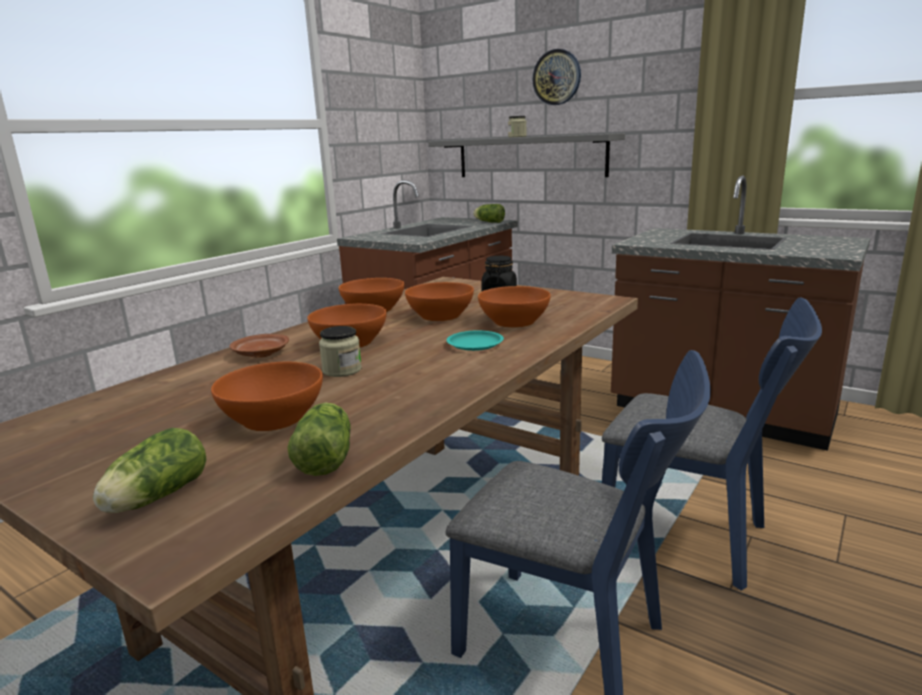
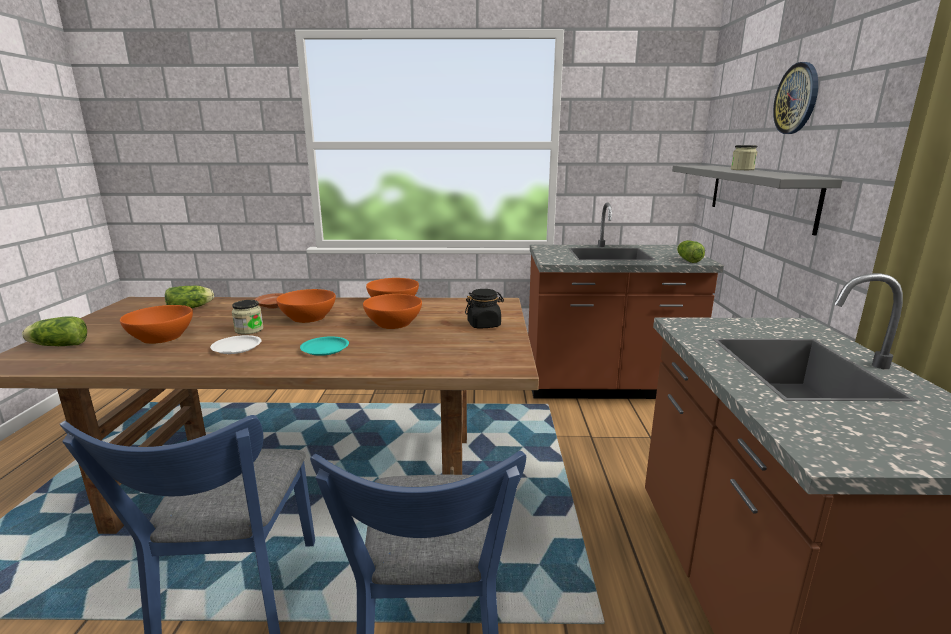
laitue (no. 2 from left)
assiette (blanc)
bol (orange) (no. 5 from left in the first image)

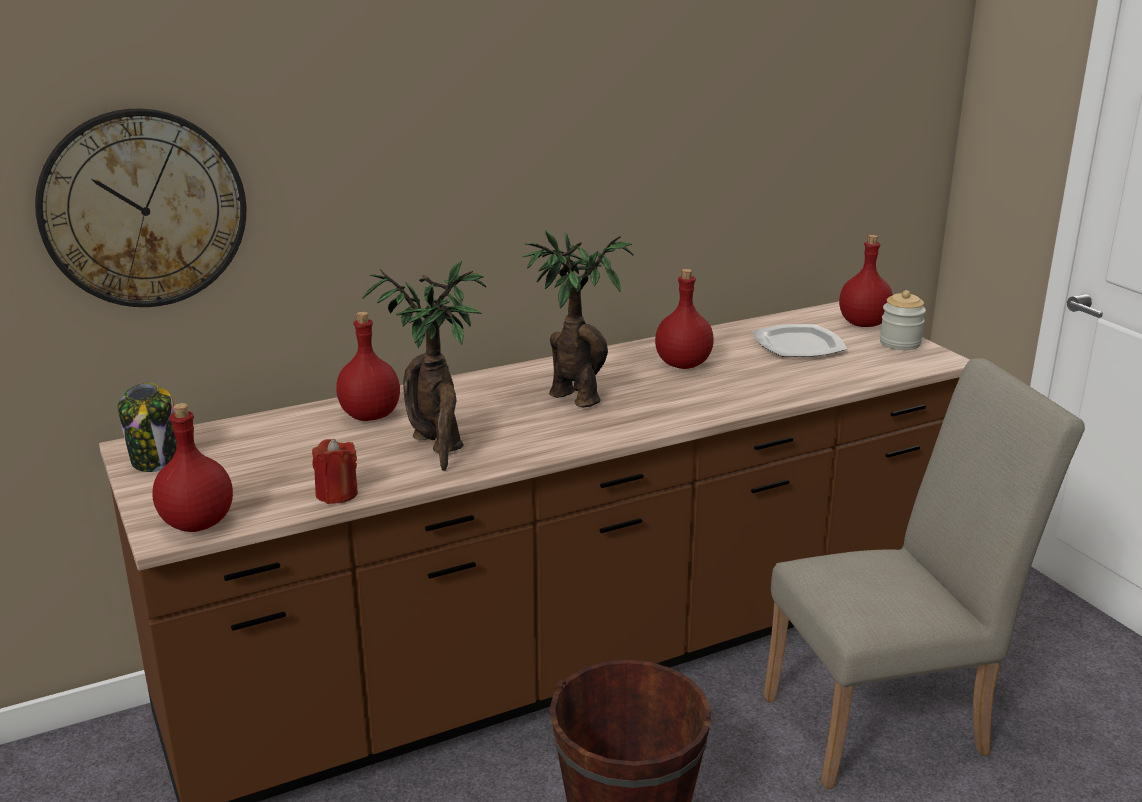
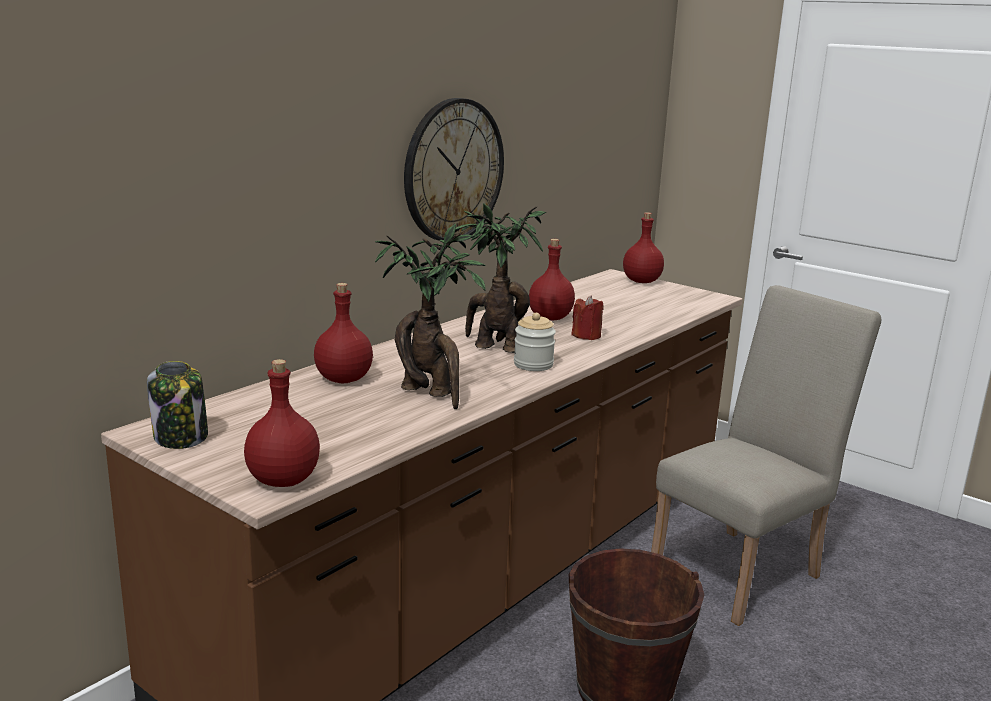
horloge murale
bocal (no. 2 from left)
bougie (rouge)
assiette

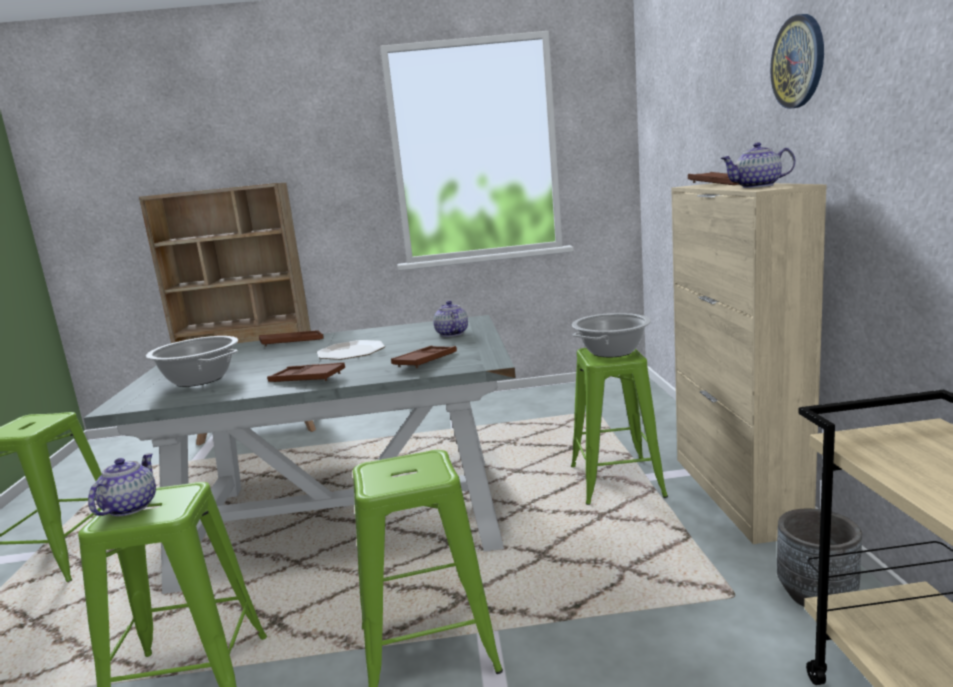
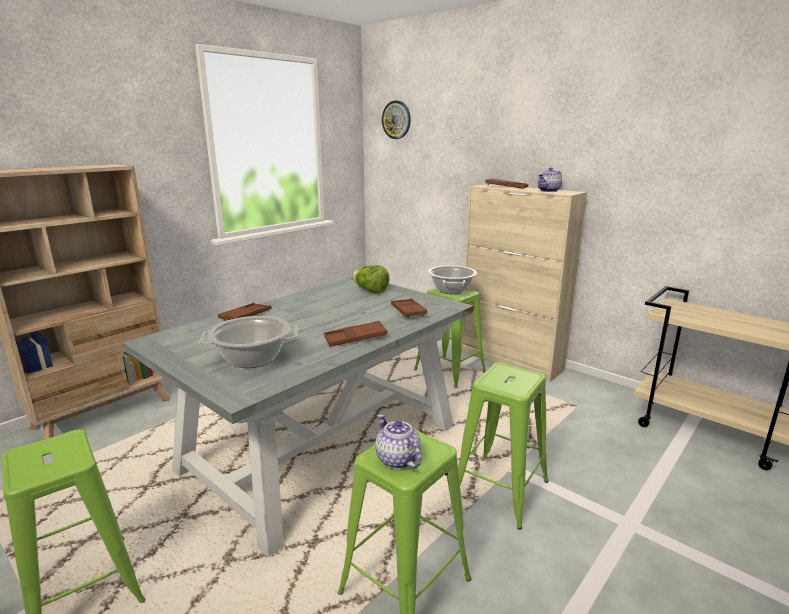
laitue
horloge murale
assiette
cache-pot (gris)

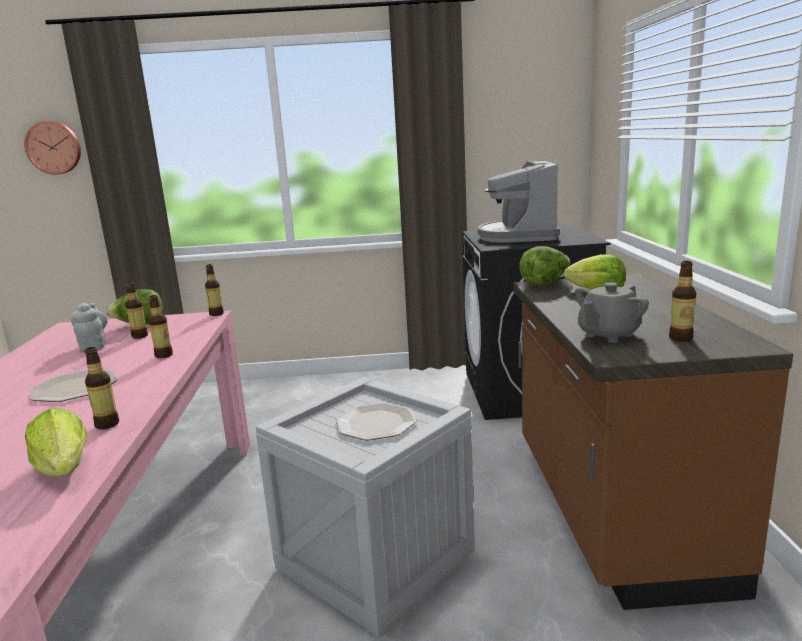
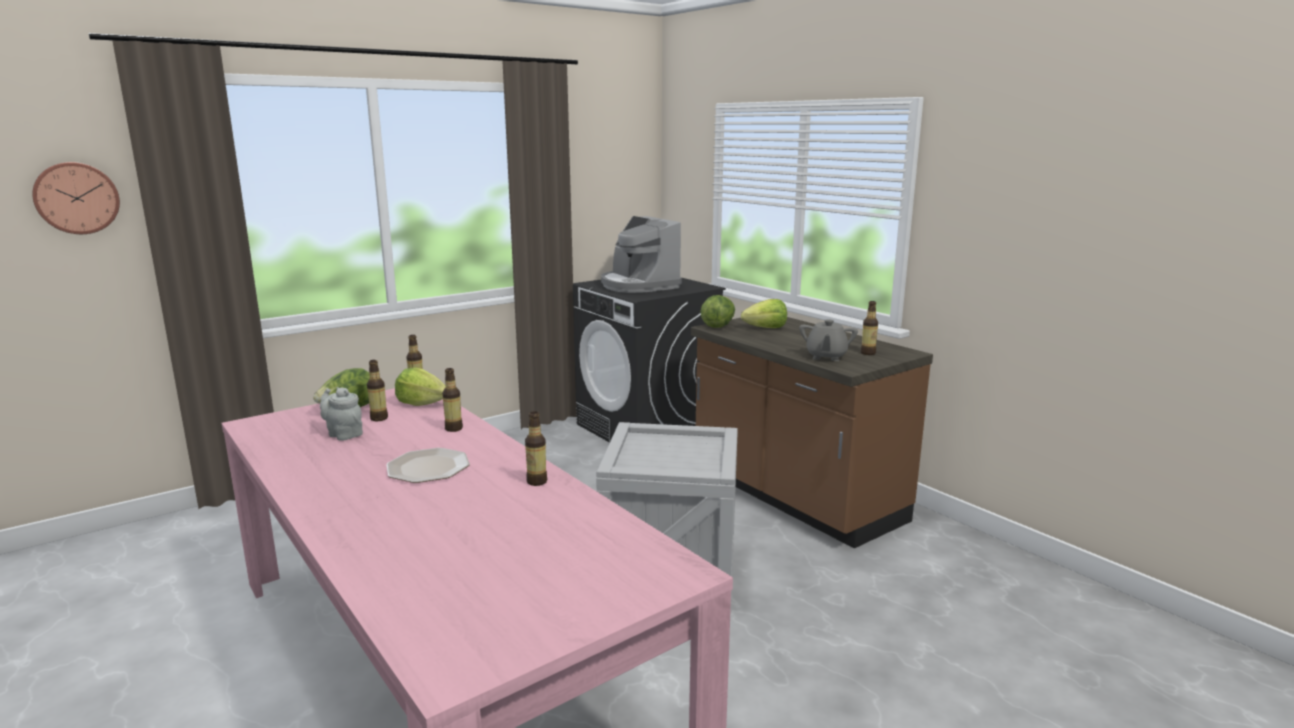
laitue (no. 2 from left)
assiette (no. 2 from left in the first image)

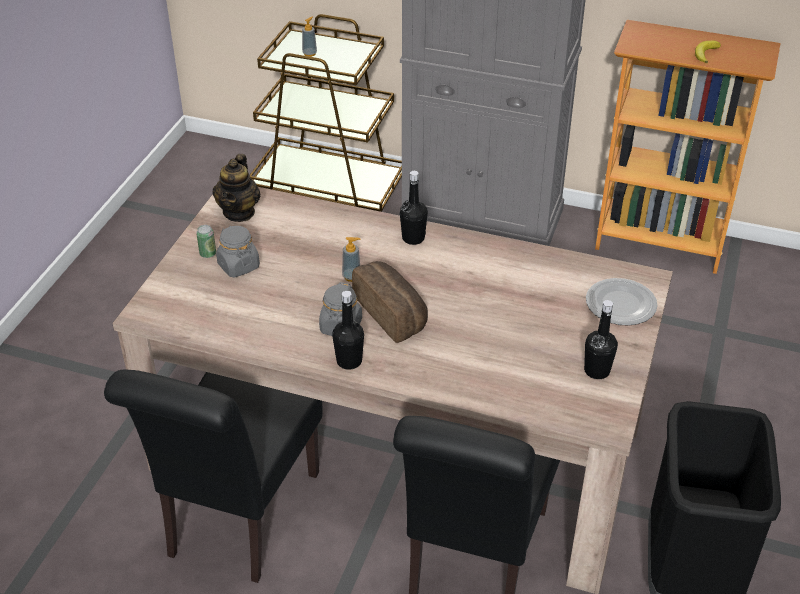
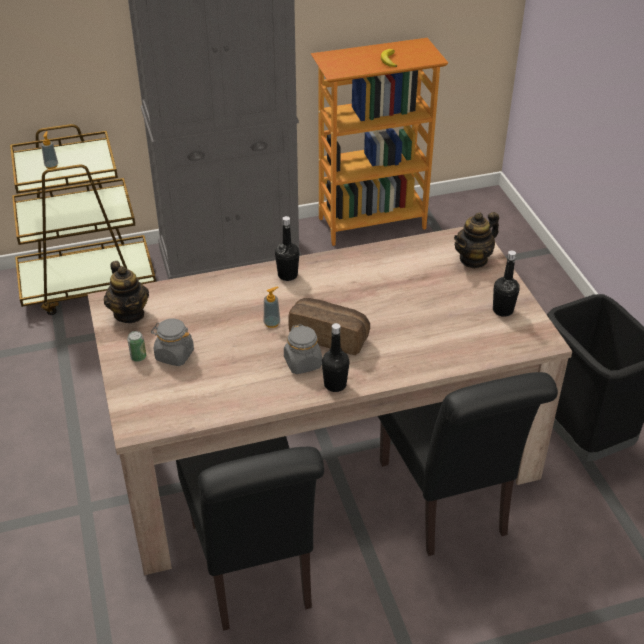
théière (no. 2 from left)

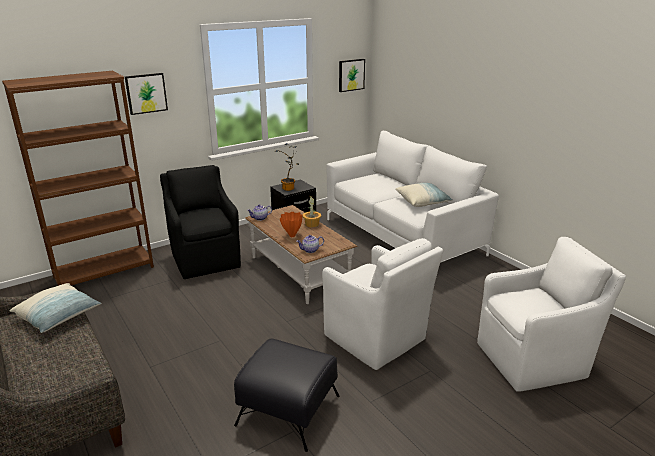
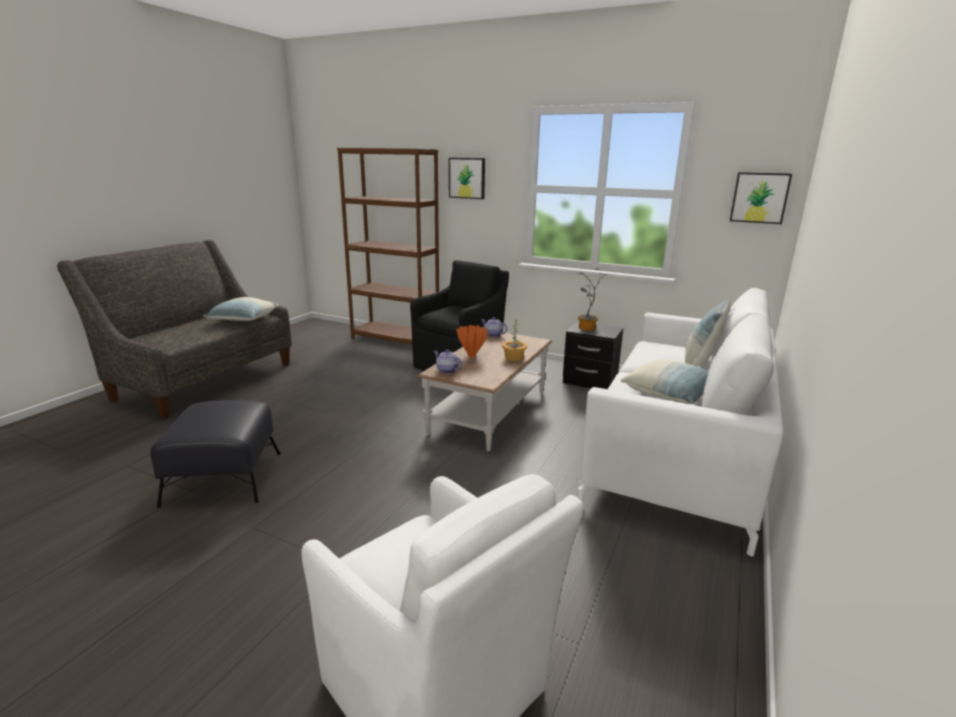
coussin (no. 3 from left)
fauteuil (blanc) (no. 1 from left in the first image)

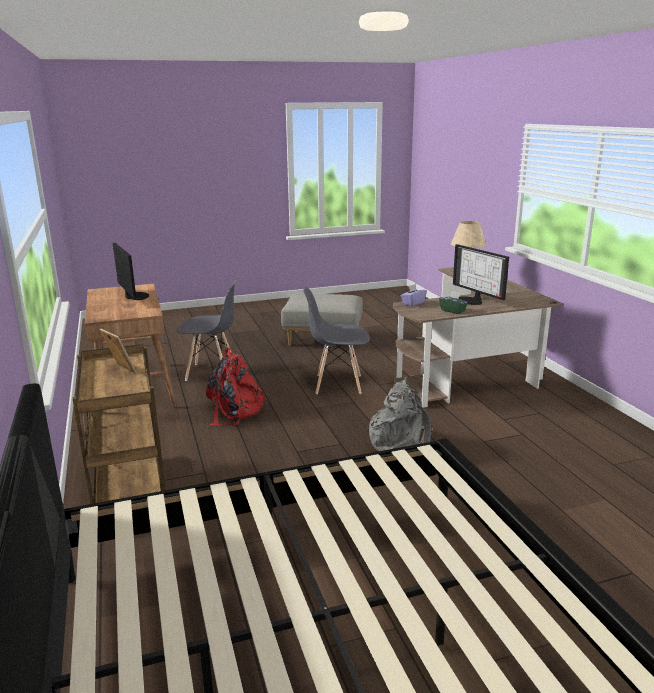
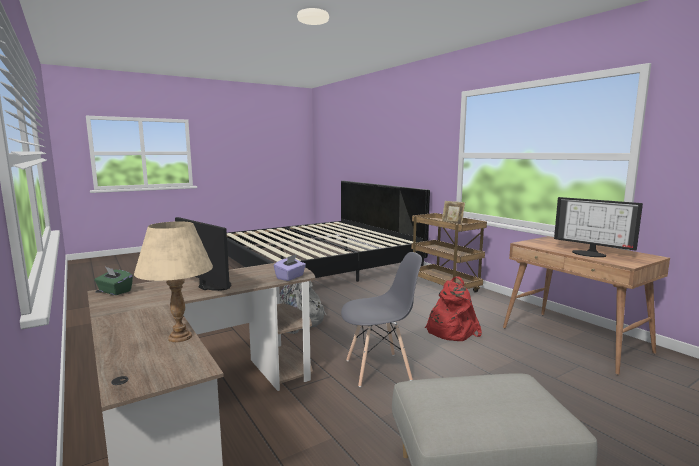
boîte à mouchoirs (vert)
chaise (gris) (no. 1 from left in the first image)

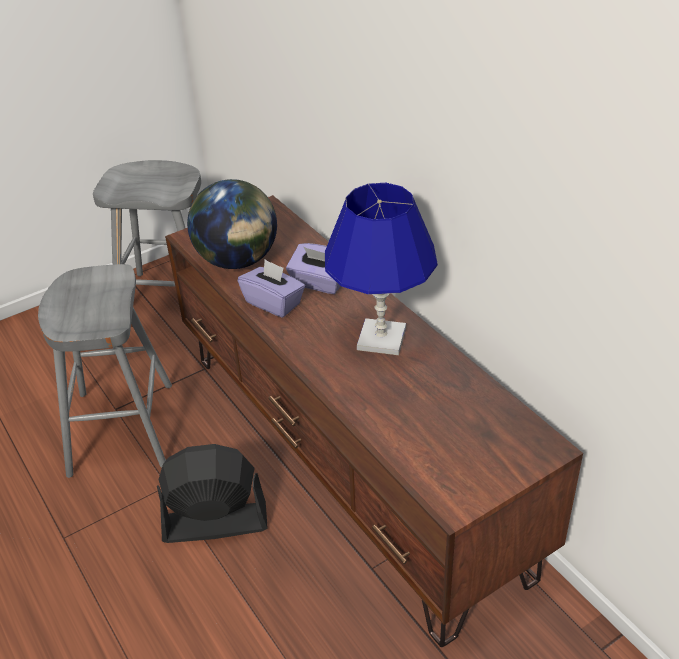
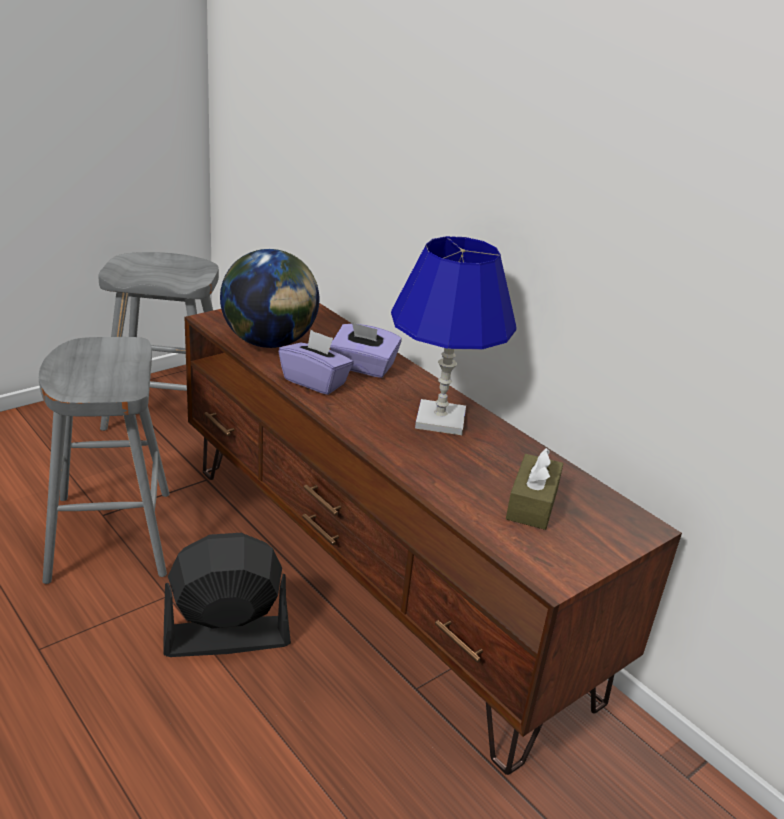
boîte à mouchoirs (marron)

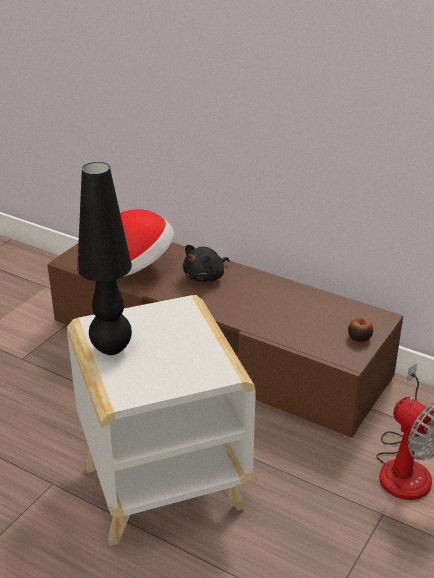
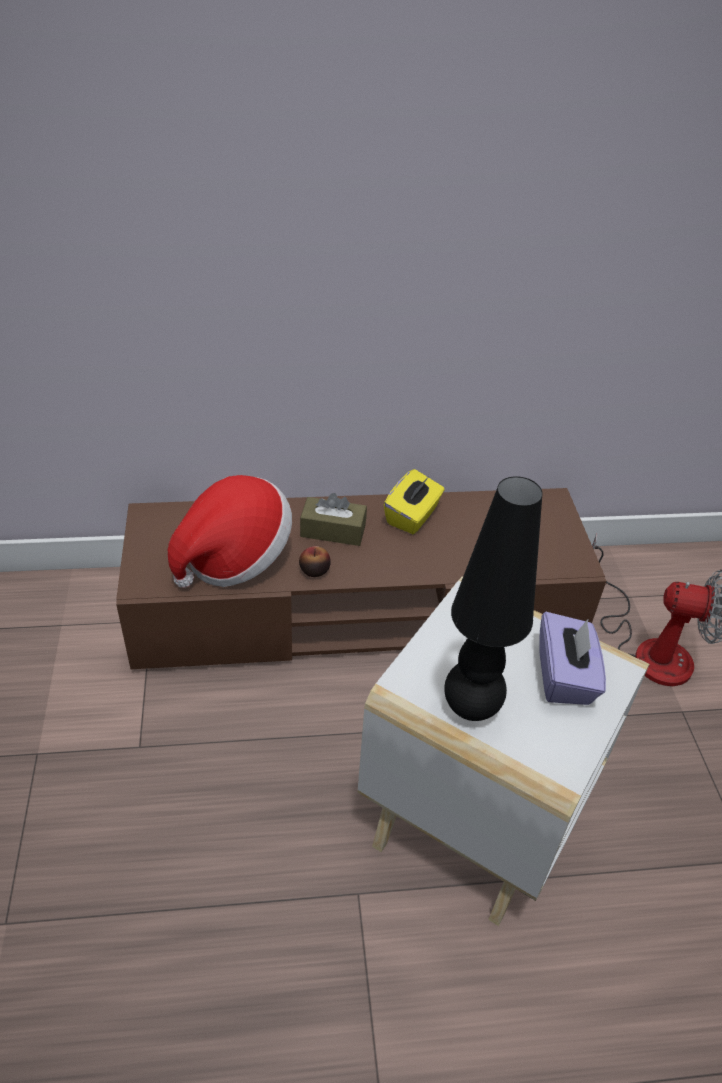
pomme
boîte à mouchoirs (marron)
boîte à mouchoirs (jaune)
boîte à mouchoirs (violet)

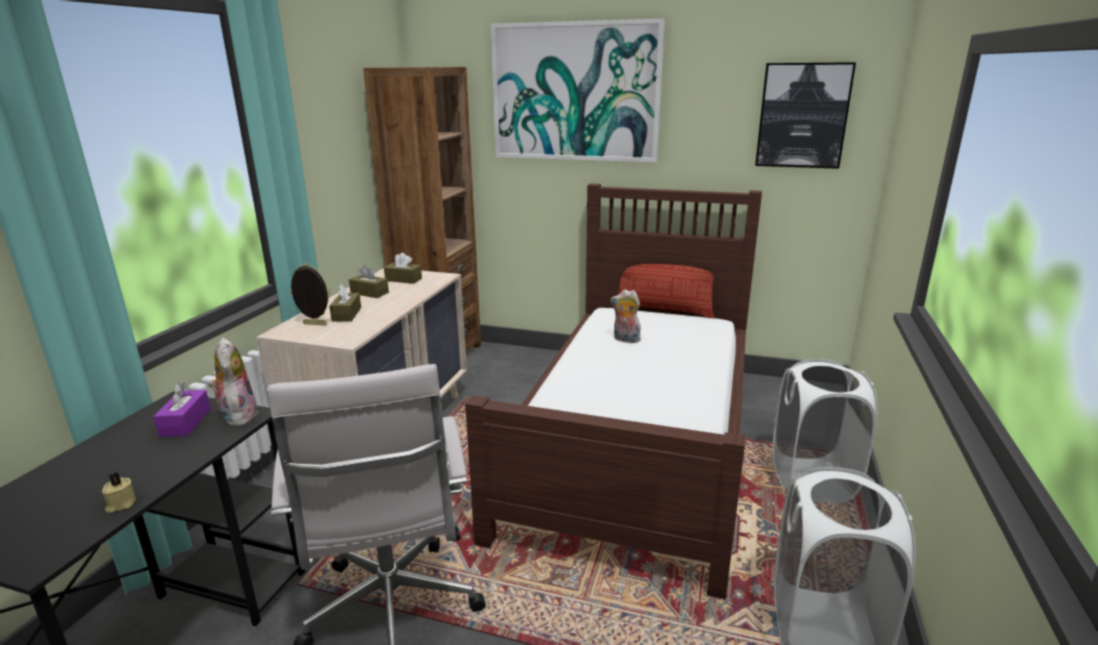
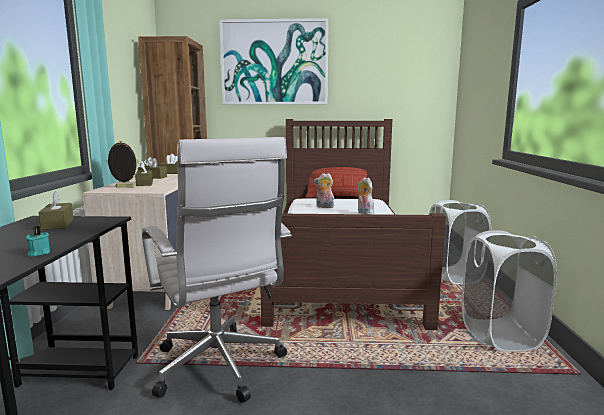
bougie (turquoise)
boîte à mouchoirs (marron) (no. 1 from left)
peluche (no. 2 from left)
tableau (no. 2 from left in the first image)

